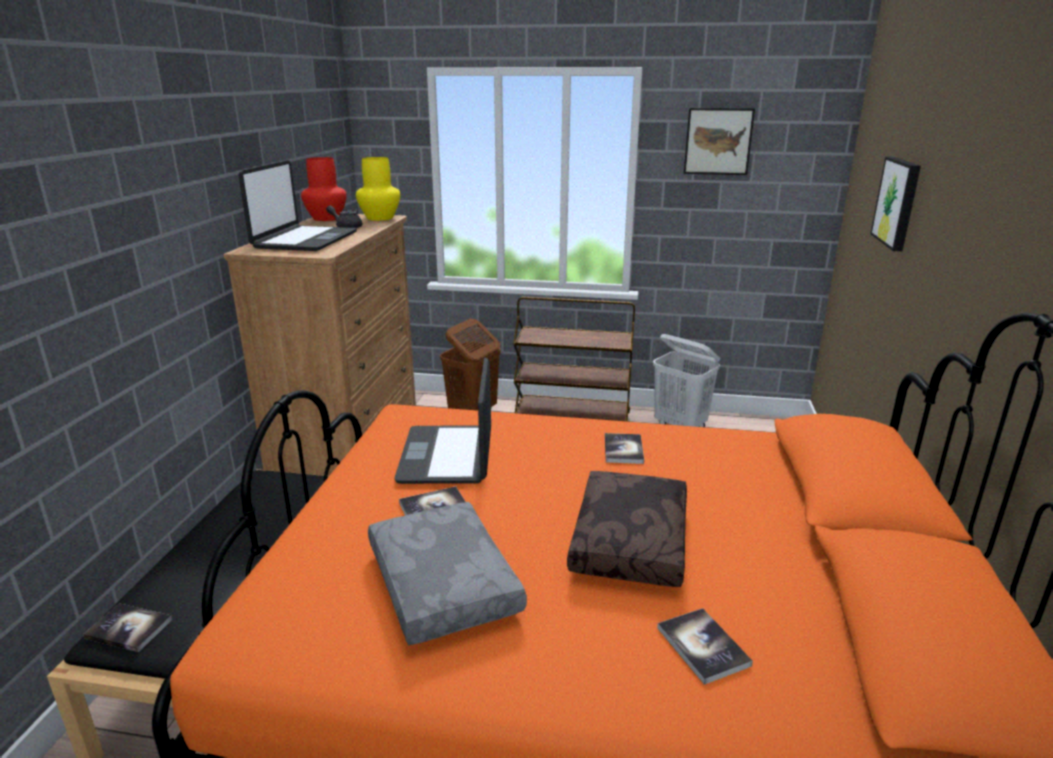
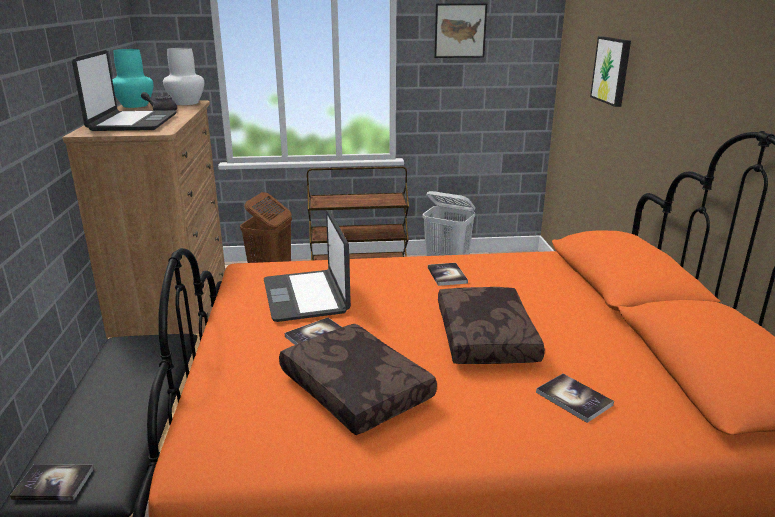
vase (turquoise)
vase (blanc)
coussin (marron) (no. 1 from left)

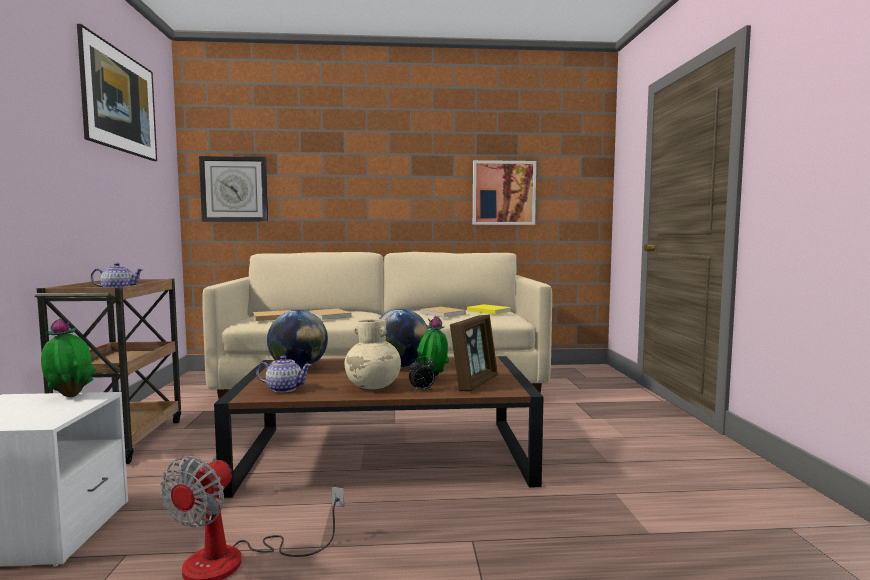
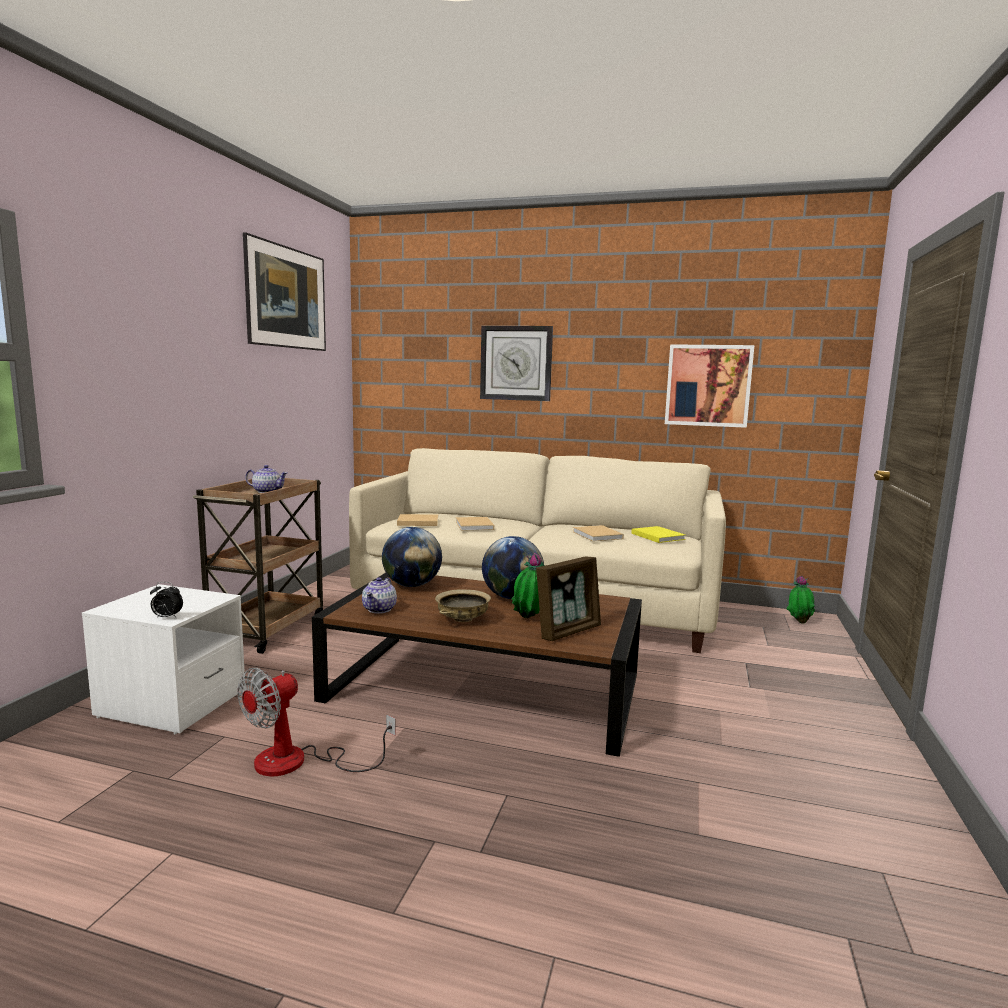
réveil
théière (no. 2 from left)
bol (beige)
horloge murale
plante en pot (no. 2 from left)

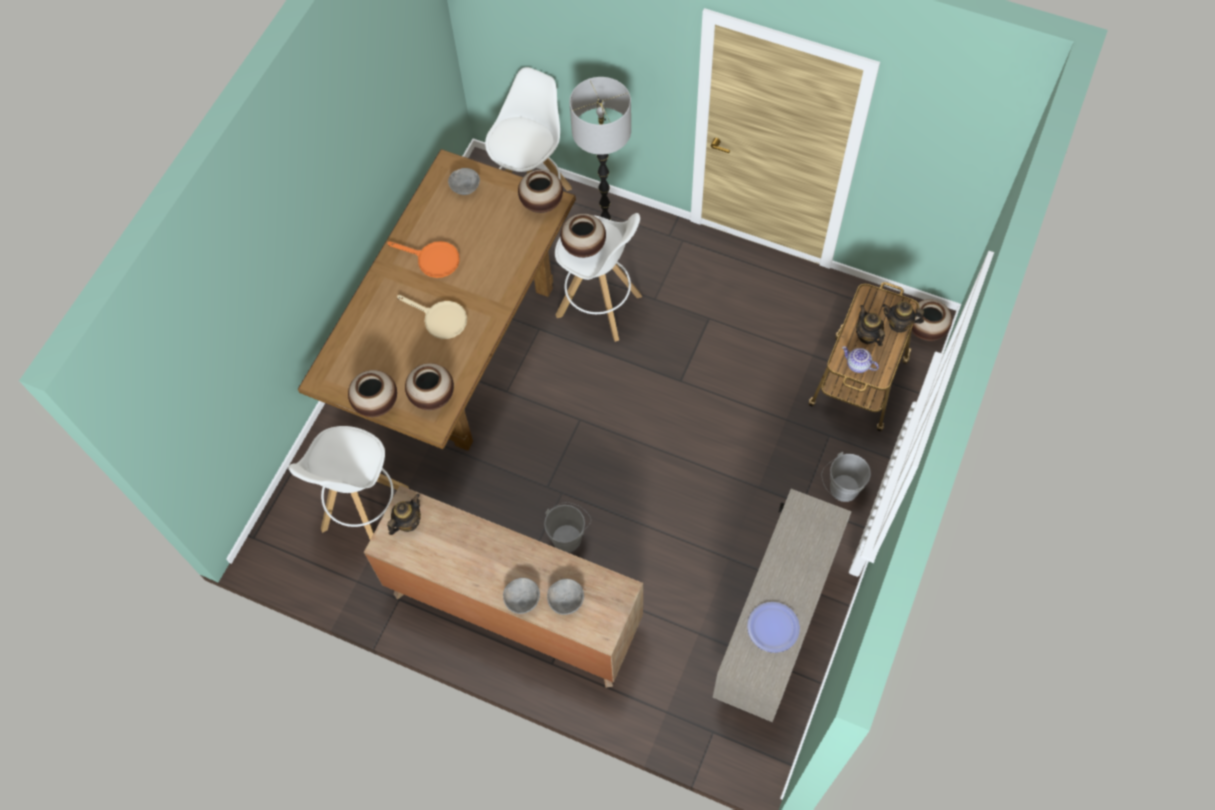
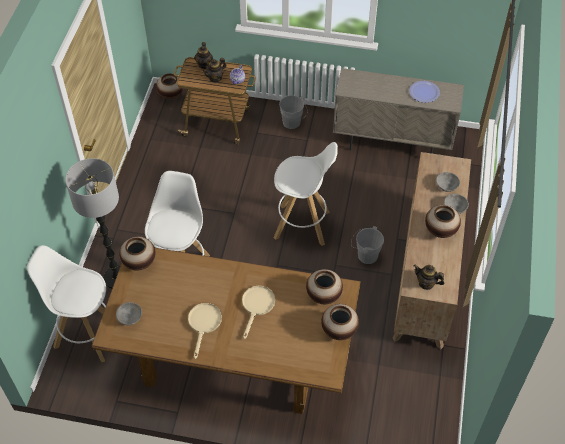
poêle (beige) (no. 1 from left)
tabouret (blanc) (no. 3 from left)
vase (no. 5 from left)

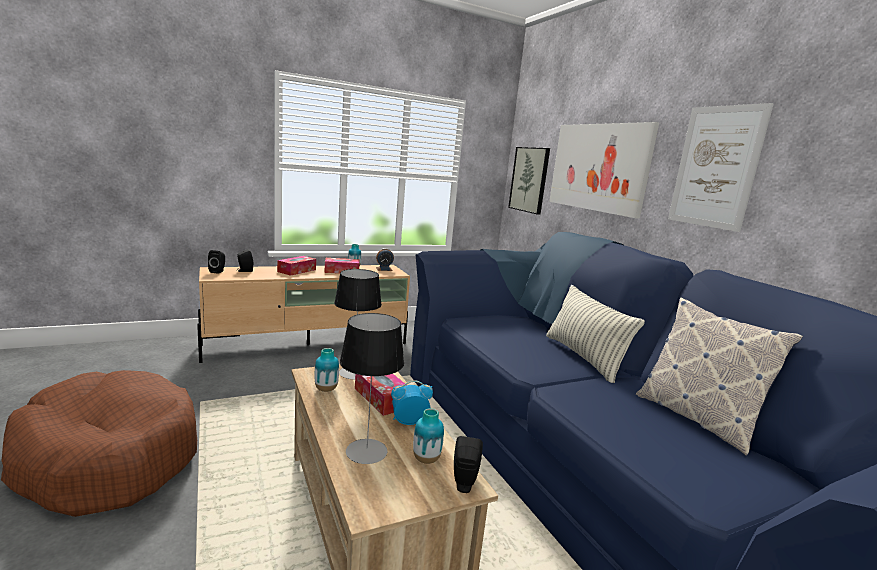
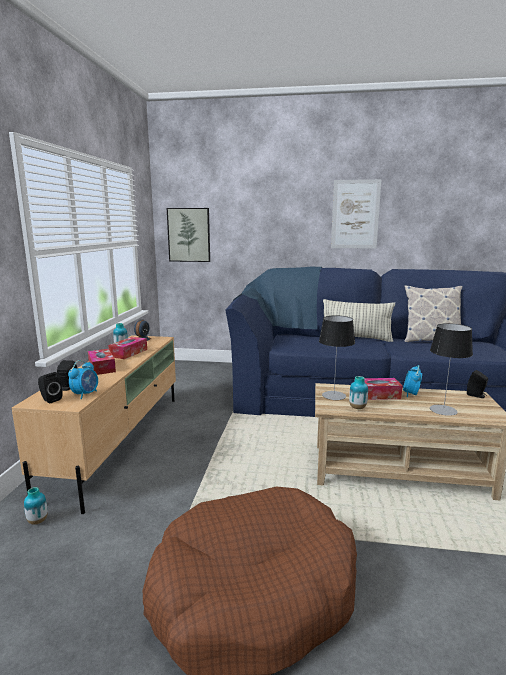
vase (no. 1 from left)
réveil (no. 1 from left)
tableau (no. 2 from left in the first image)

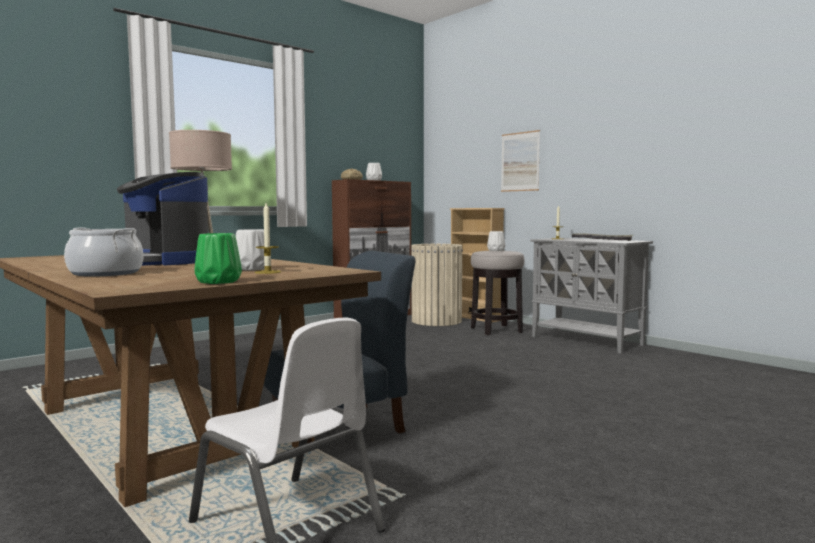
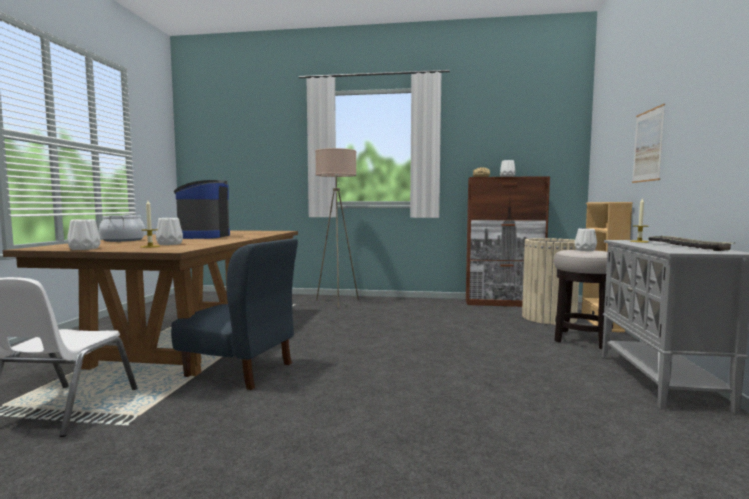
vase (blanc) (no. 1 from left)

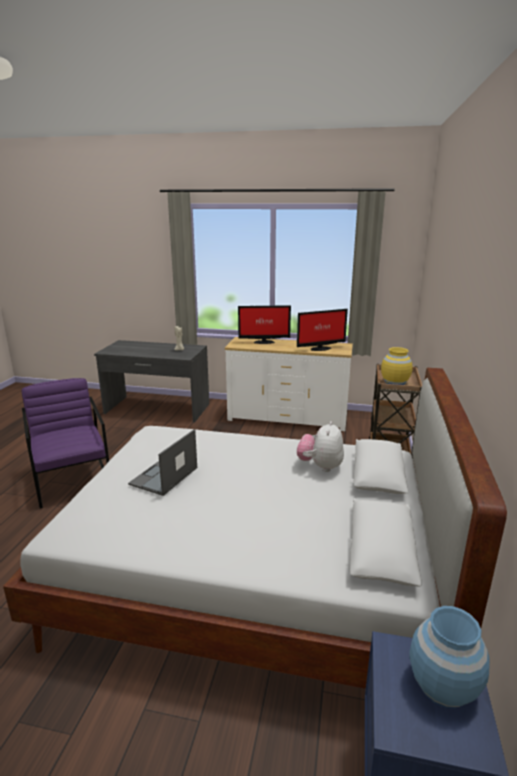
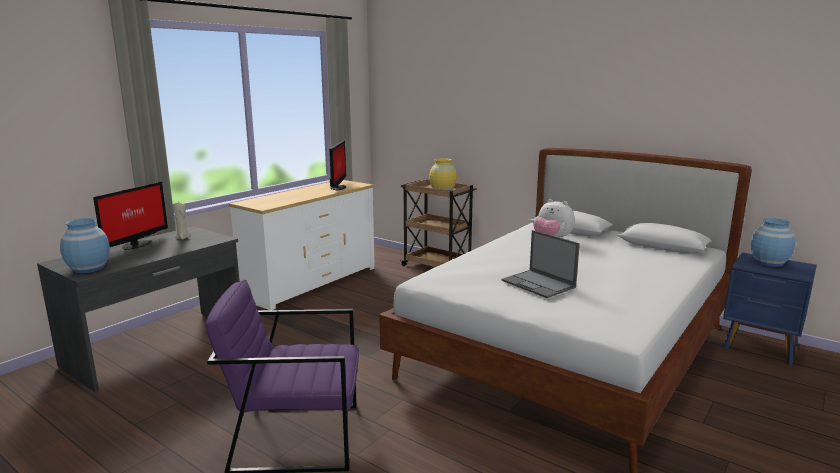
vase (bleu) (no. 1 from left)
écran d'ordinateur (no. 1 from left)

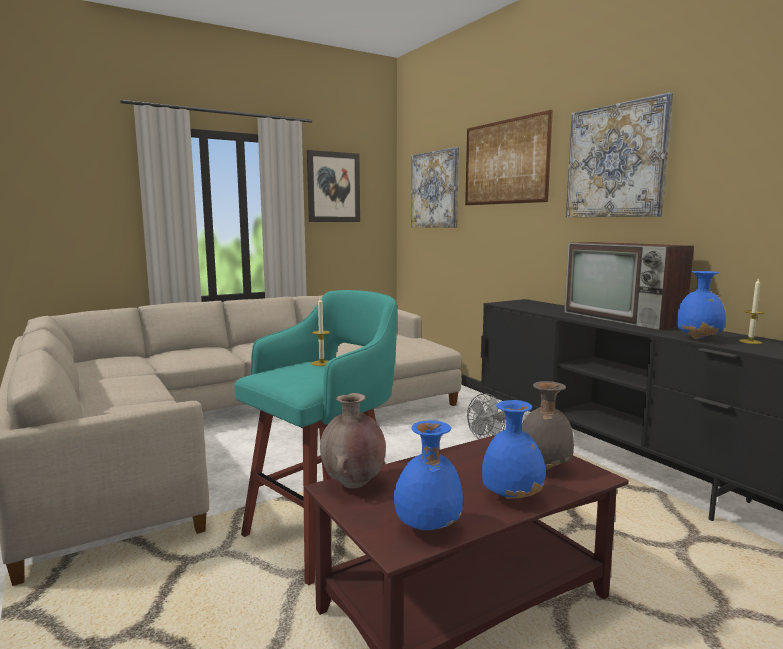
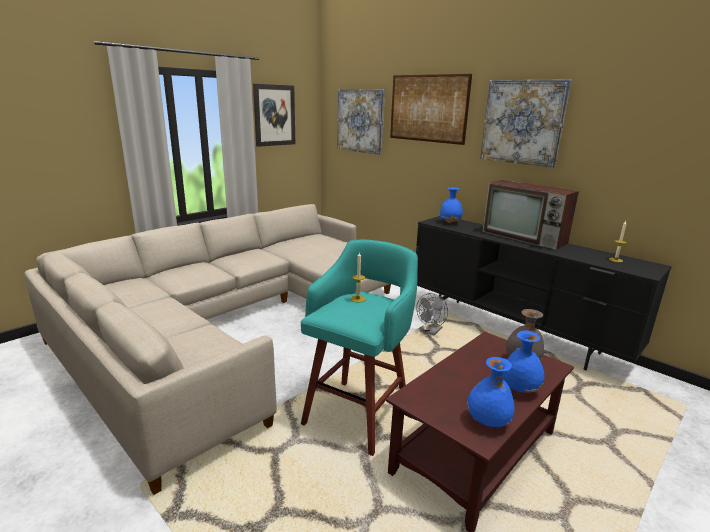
vase (bleu) (no. 1 from left)
vase (marron)

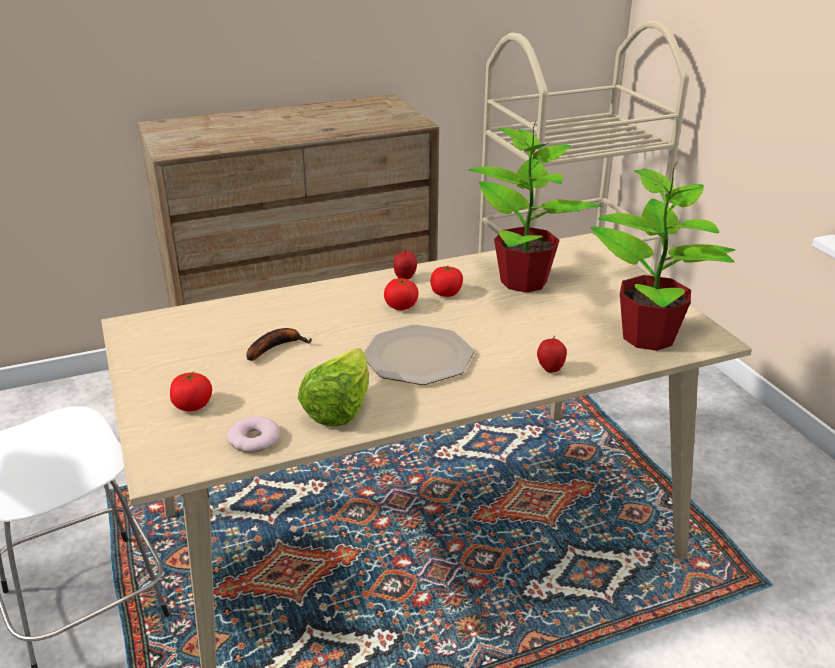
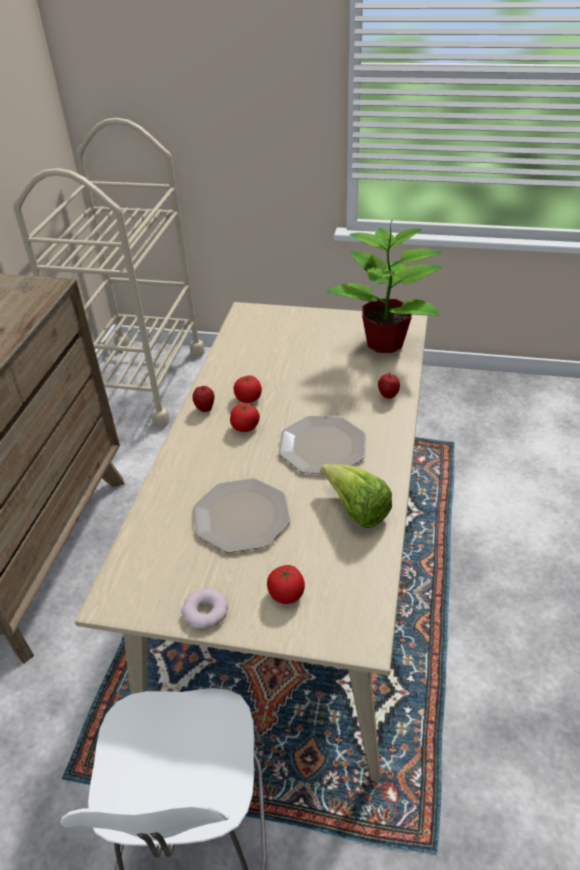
beignet
assiette (no. 1 from left)
plante en pot (no. 1 from left in the first image)

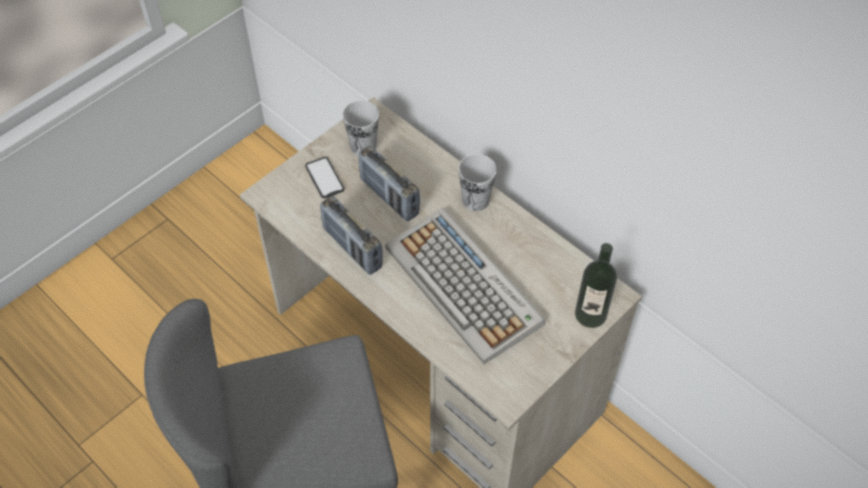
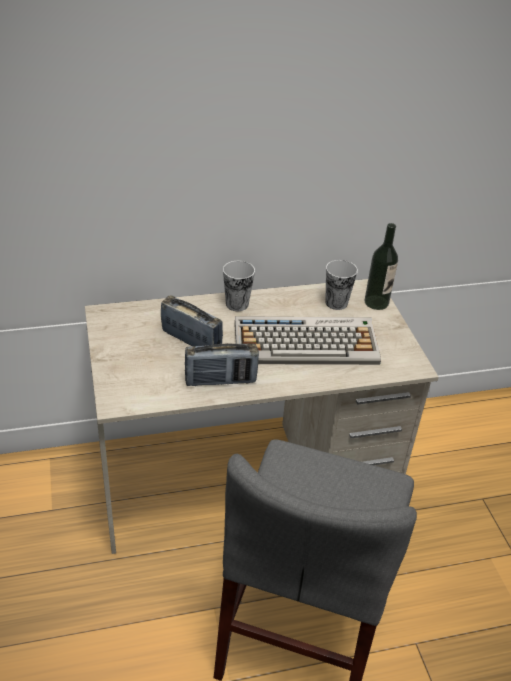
radio (no. 1 from left)
tasse (no. 2 from left)
téléphone

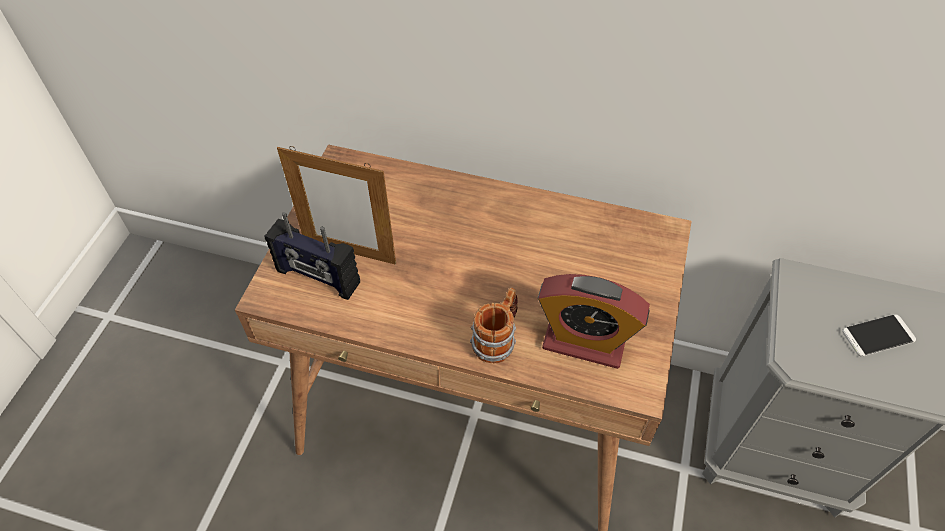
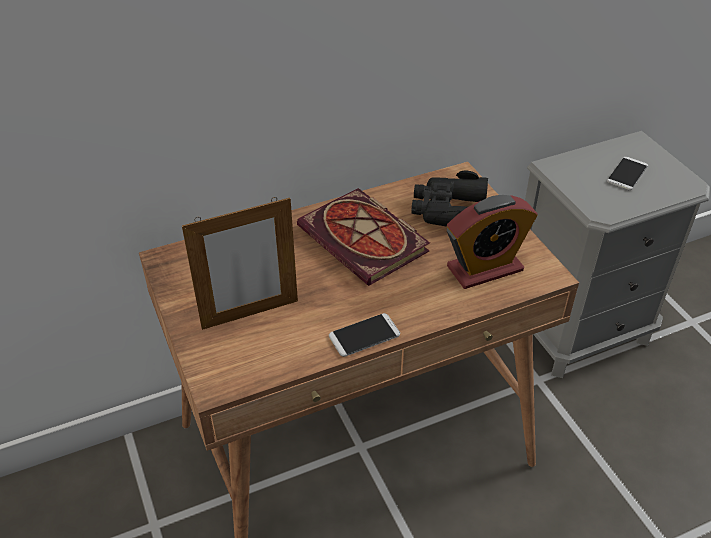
livre
téléphone (no. 1 from left)
jumelles (noir)
radio
mug

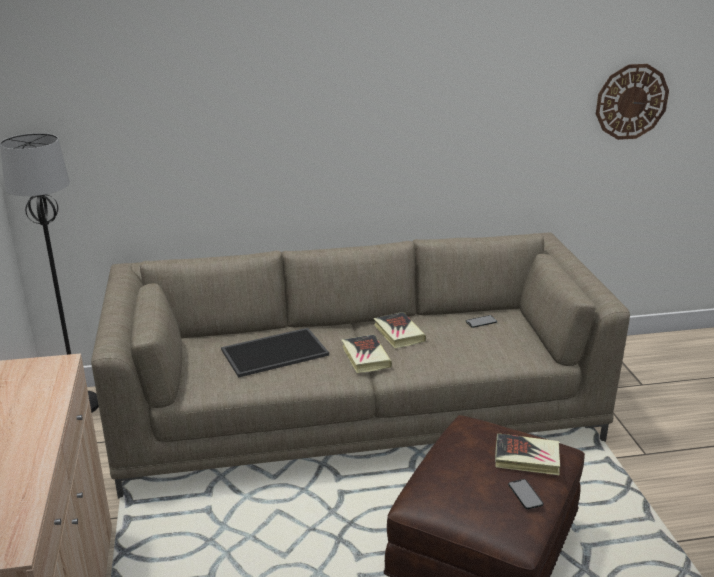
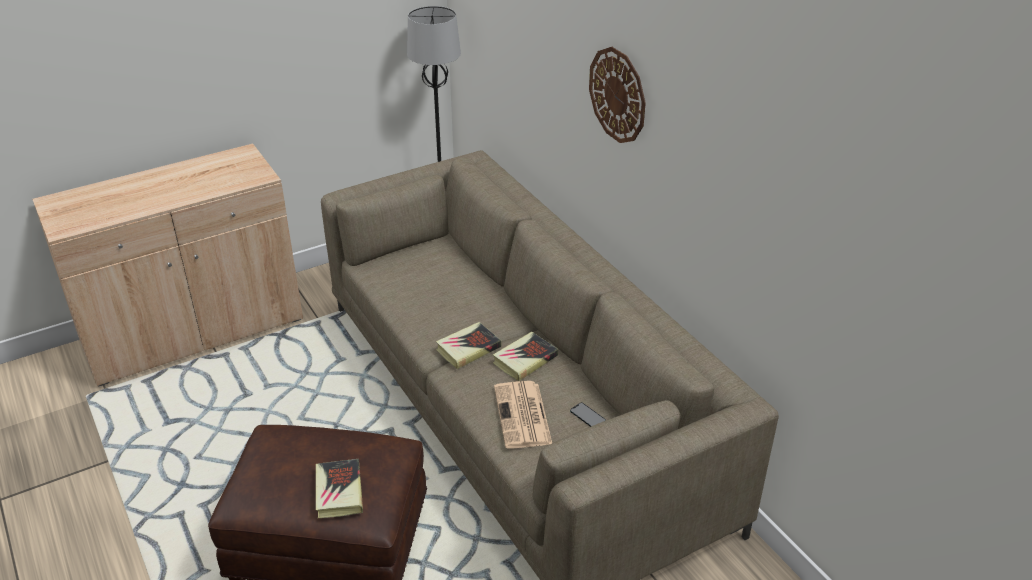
journal
horloge murale
plateau
téléphone (no. 2 from left in the first image)

